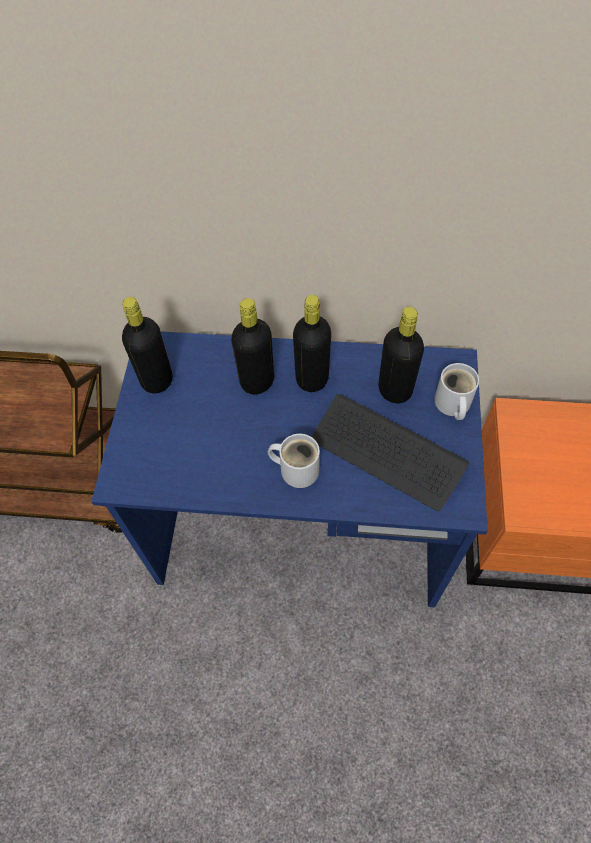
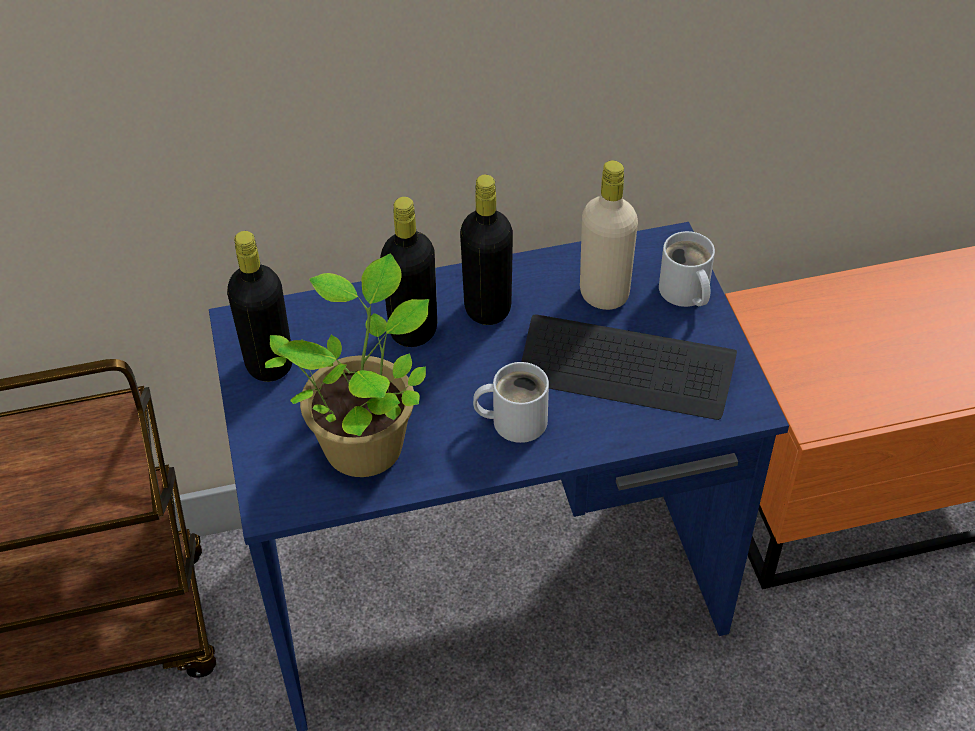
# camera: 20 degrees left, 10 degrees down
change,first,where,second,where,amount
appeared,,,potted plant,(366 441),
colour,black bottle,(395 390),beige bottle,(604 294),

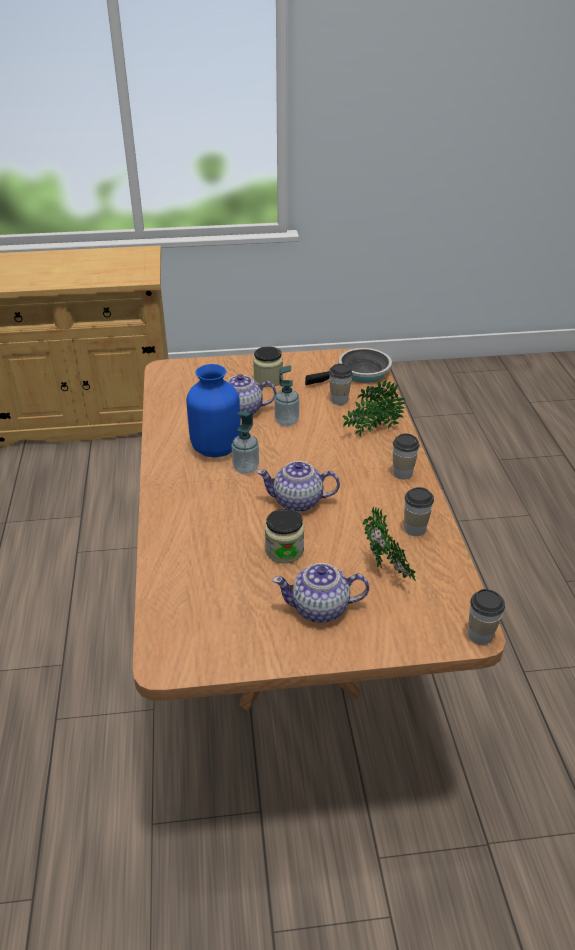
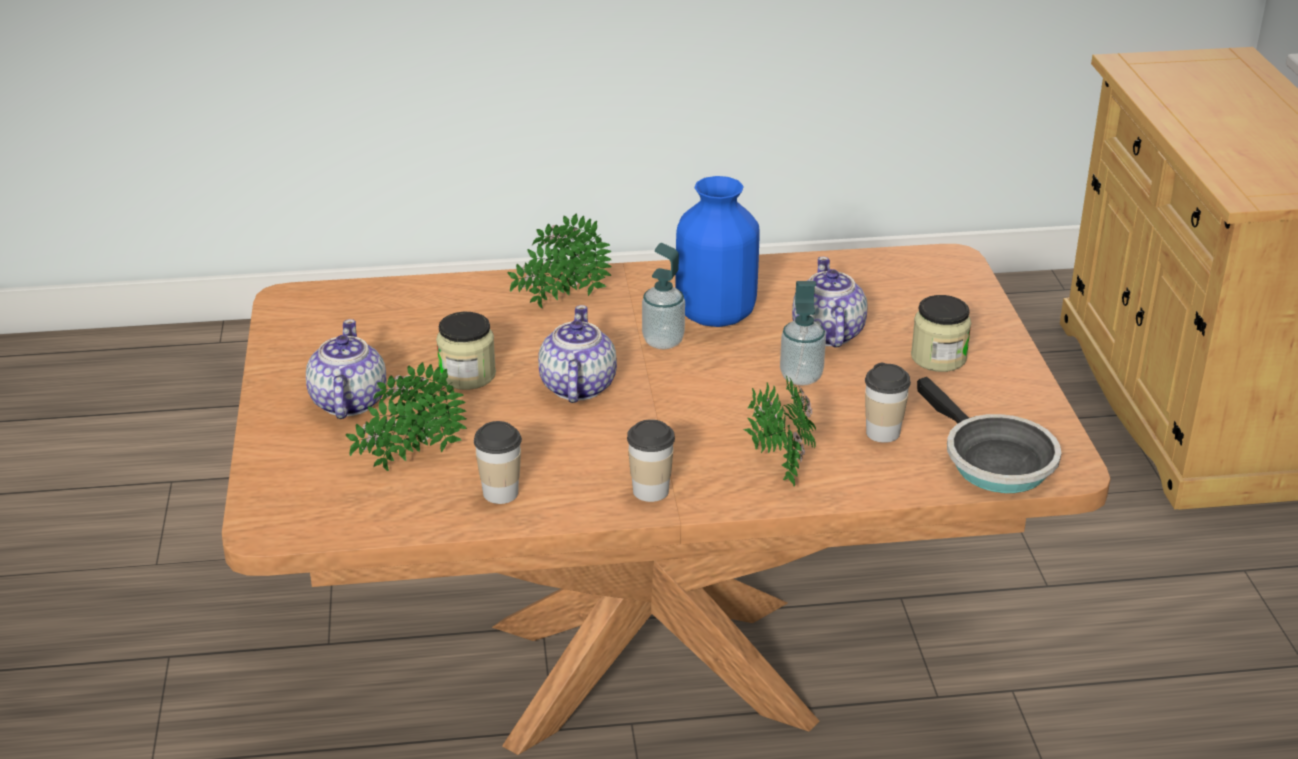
# camera: 90 degrees right, 5 degrees down
change,first,where,second,where,amount
appeared,,,potted plant,(559 300),
missing,cup,(480 635),,,

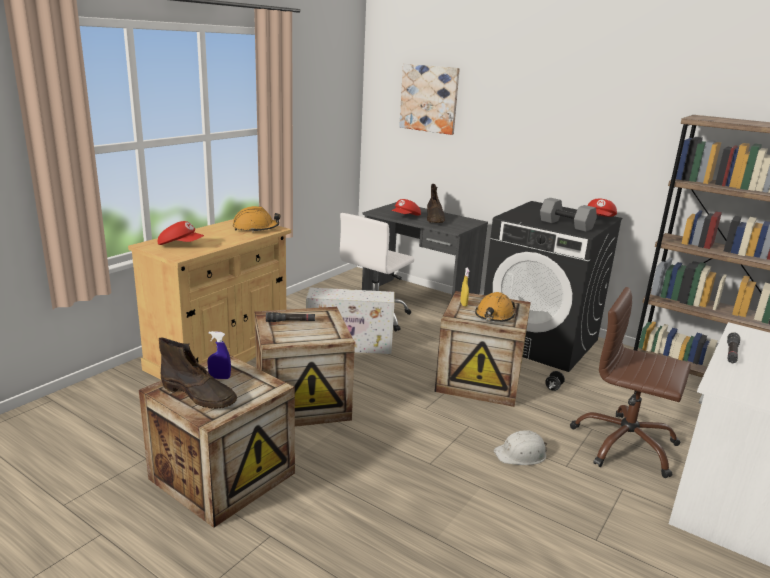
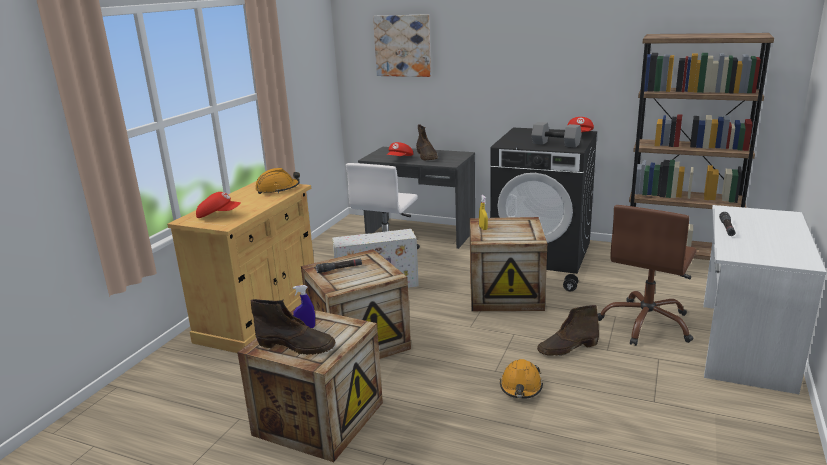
# camera: 10 degrees left, 0 degrees up
change,first,where,second,where,amount
relocated,orange hard hat,(494 316),,(521 387),
exchanged,white hard hat,(521 454),brown boot,(567 348),
spun,brown office chair,(624 445),,(646 324),75 degrees counterclockwise

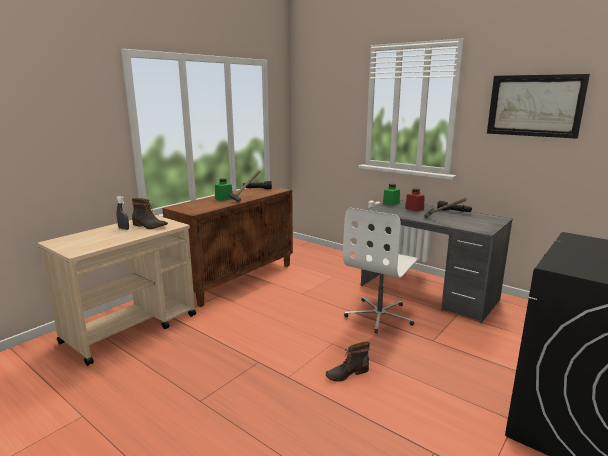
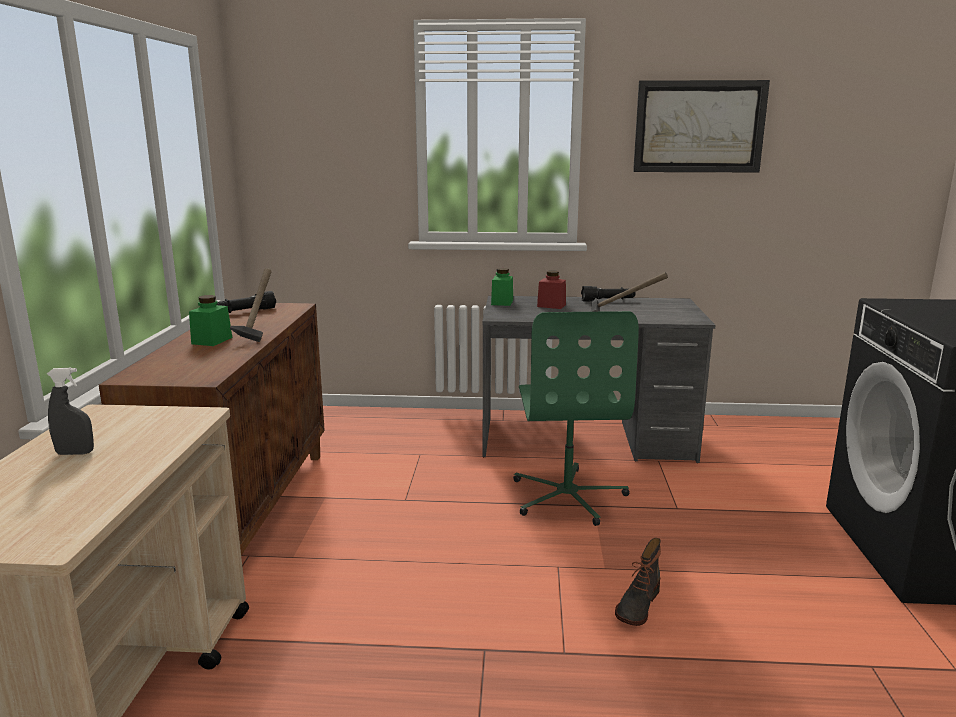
# camera: 35 degrees left, 0 degrees up
change,first,where,second,where,amount
colour,white office chair,(380 316),green office chair,(568 496),
missing,boot,(149 226),,,

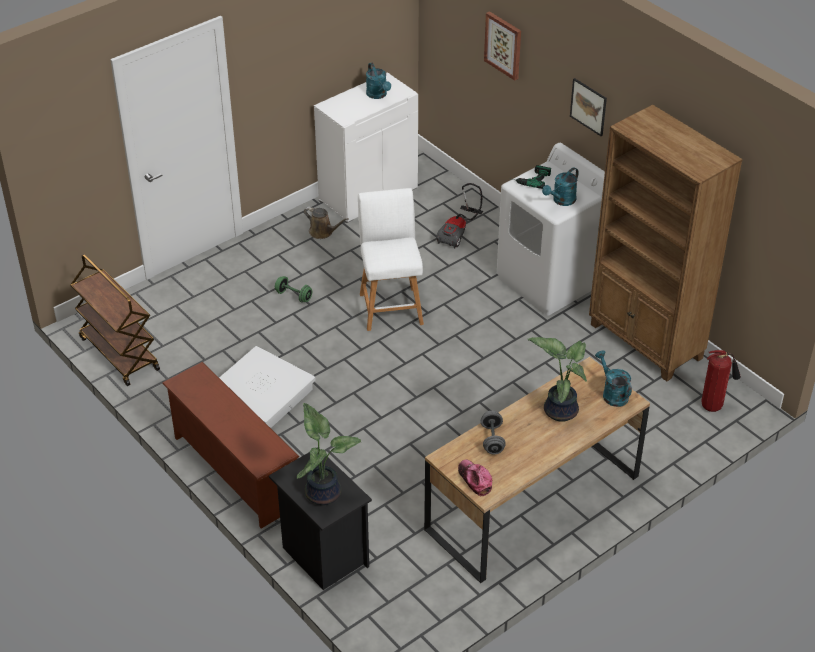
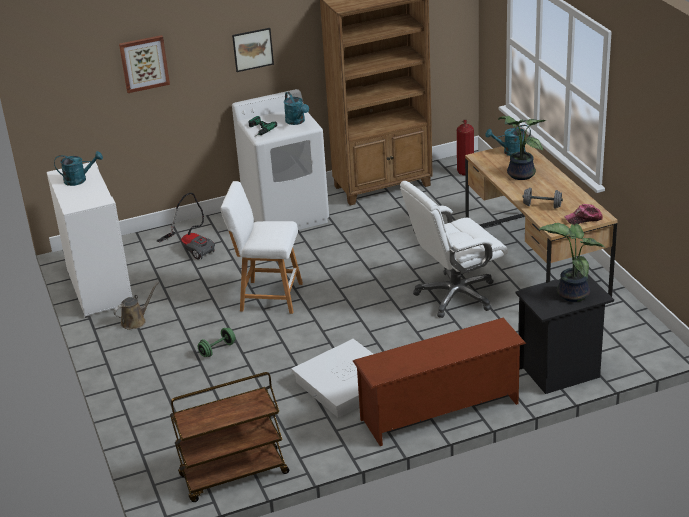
# camera: 70 degrees left, 10 degrees down
change,first,where,second,where,amount
appeared,,,white office chair,(455 295),

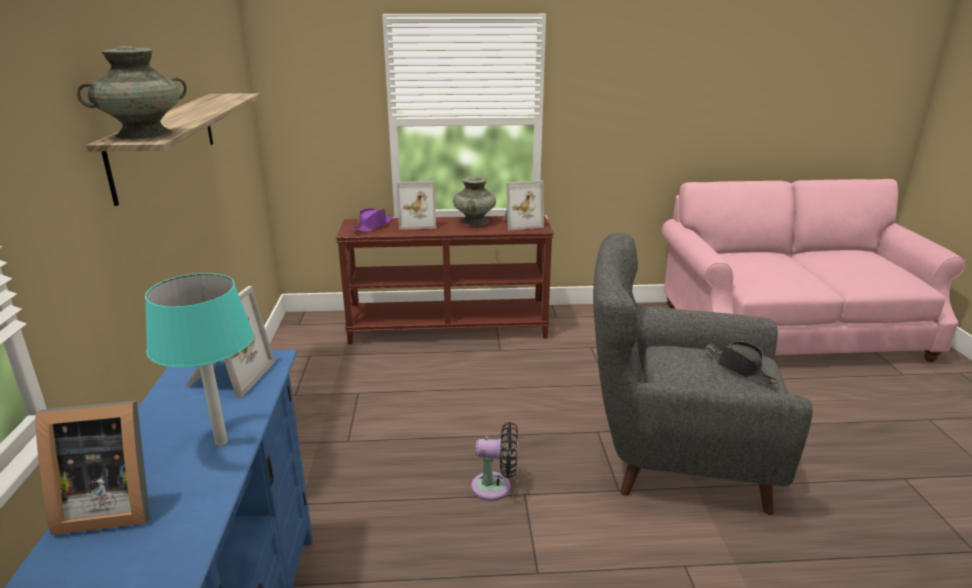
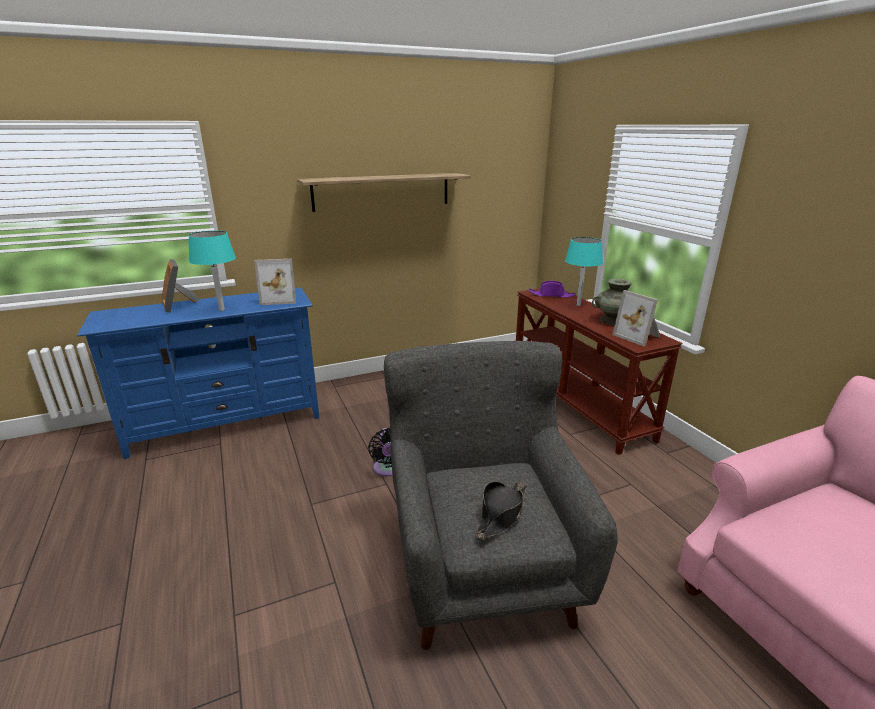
# camera: 70 degrees right, 0 degrees up
change,first,where,second,where,amount
exchanged,picture frame,(417 223),turquoise table lamp,(578 305),
missing,turquoise vase,(143 134),,,

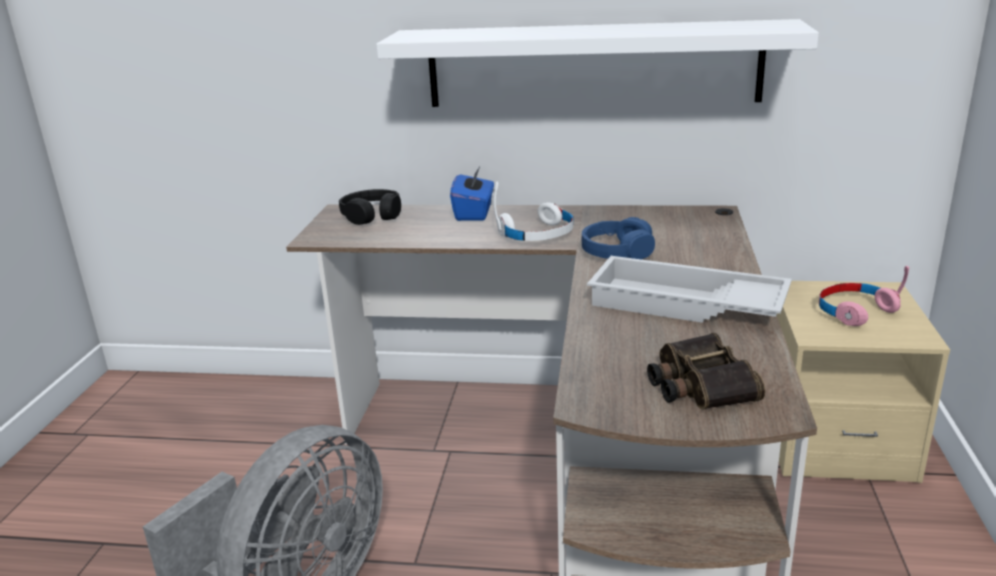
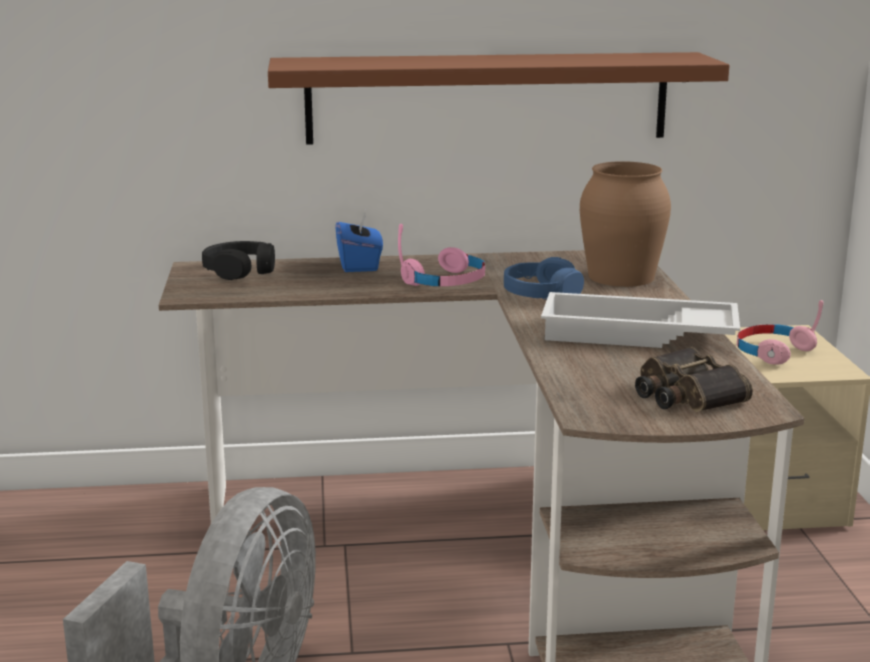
# camera: 15 degrees left, 5 degrees down
change,first,where,second,where,amount
colour,white shelf,(592 65),brown shelf,(487 98),
colour,white headphones,(537 235),pink headphones,(446 282),
appeared,,,brown vase,(620 276),

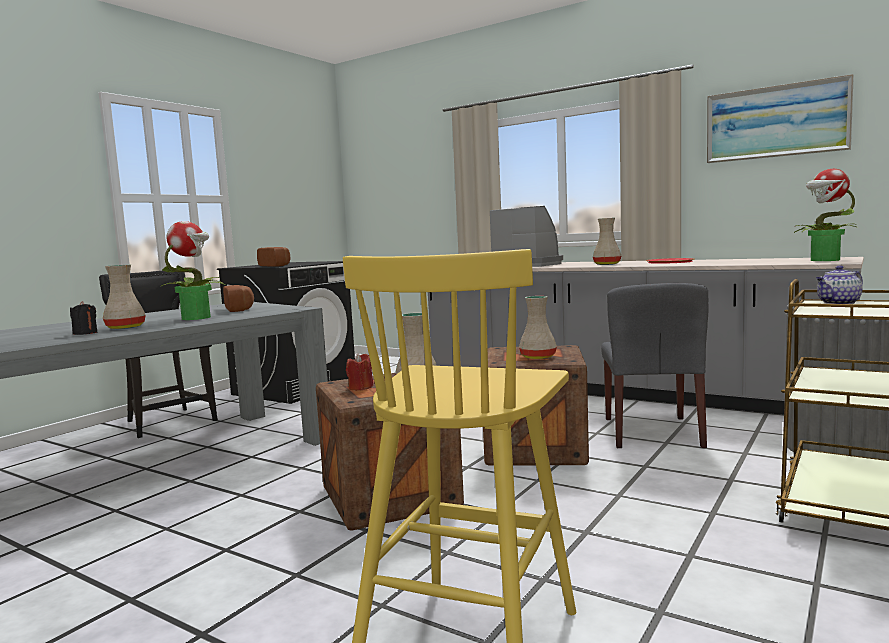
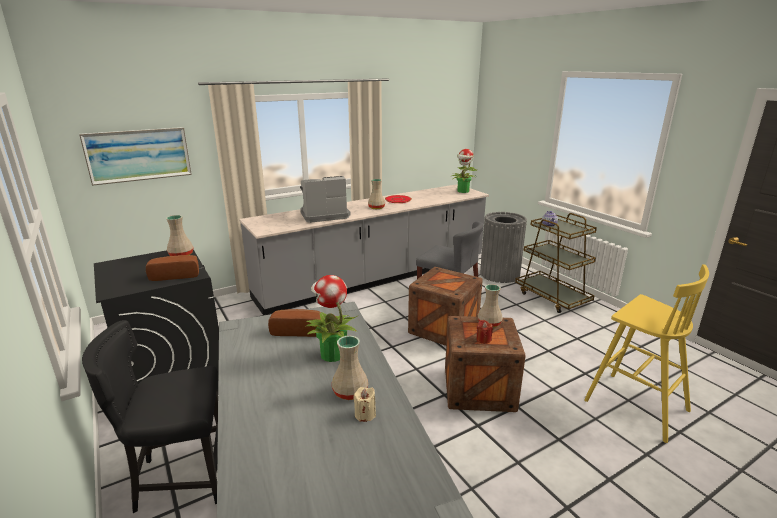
# camera: 65 degrees left, 15 degrees up
change,first,where,second,where,amount
relocated,picture,(776 121),,(138 155),
relocated,beige vase,(538 357),,(181 255),
colour,black candle,(85 333),beige candle,(365 414),

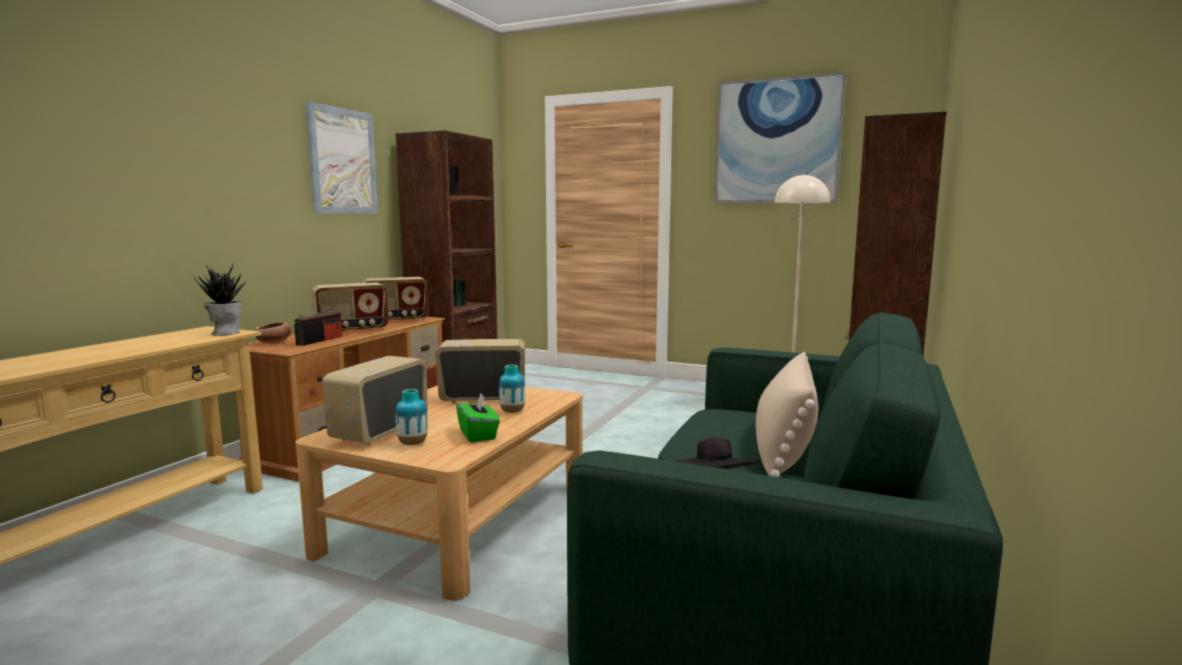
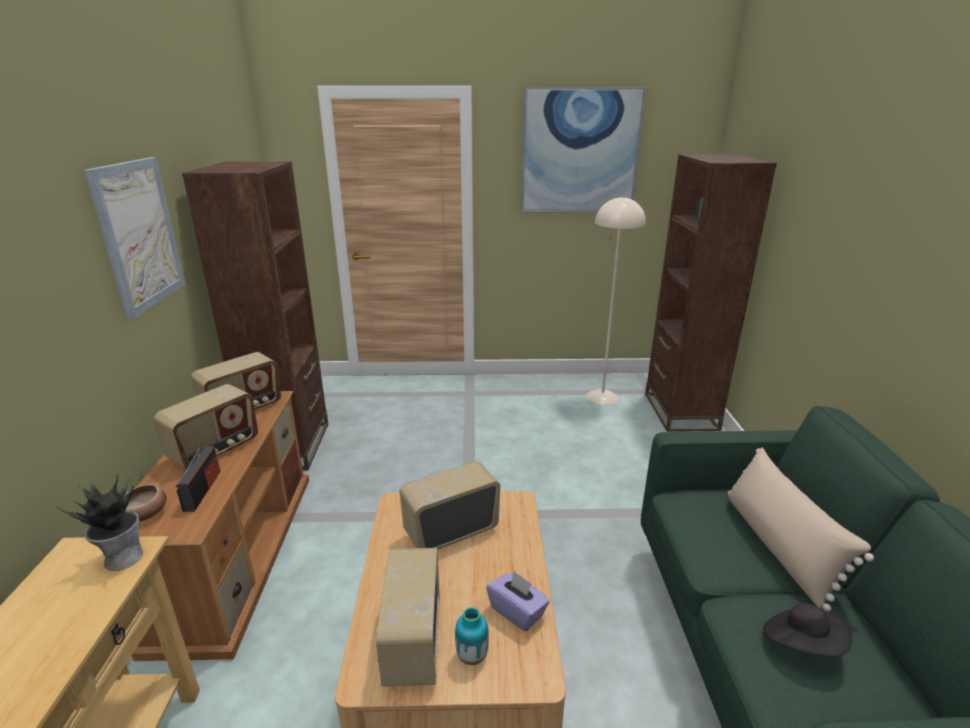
# camera: 25 degrees left, 15 degrees up
change,first,where,second,where,amount
colour,green tissue box,(478 435),purple tissue box,(517 611),
missing,vase,(512 412),,,

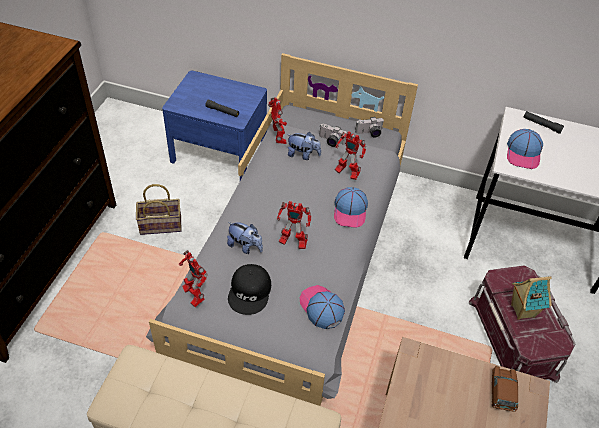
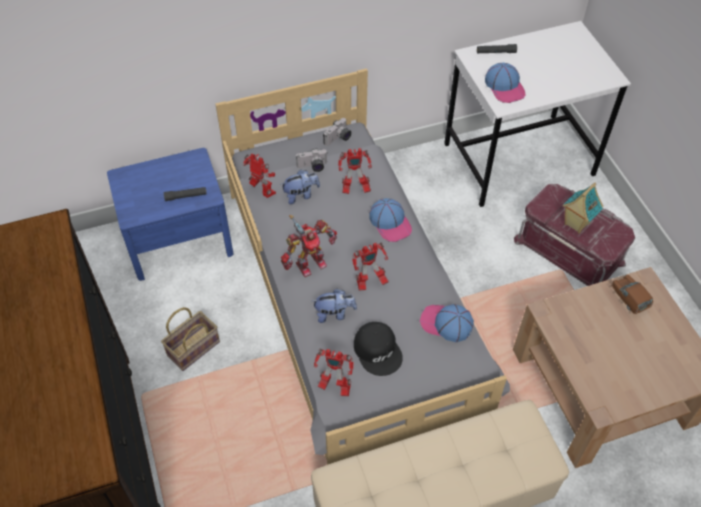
# camera: 35 degrees left, 5 degrees up
change,first,where,second,where,amount
appeared,,,toy robot,(309 263),

